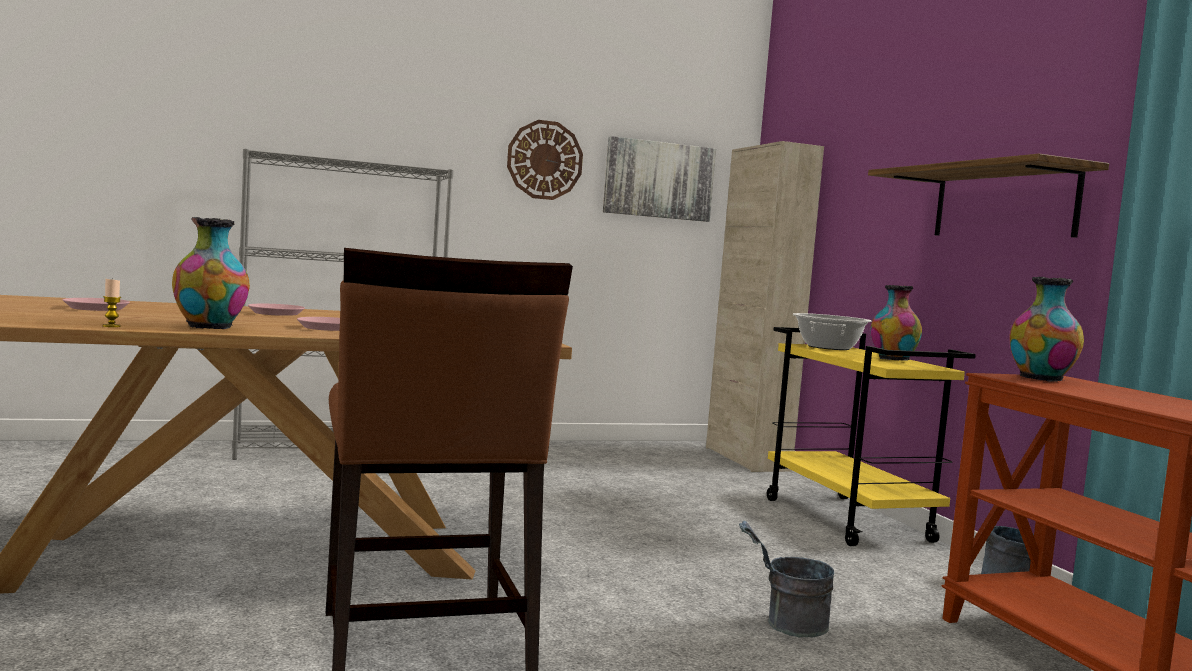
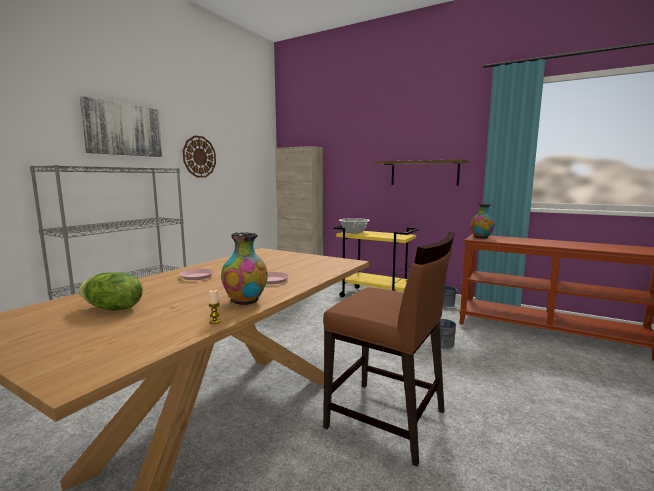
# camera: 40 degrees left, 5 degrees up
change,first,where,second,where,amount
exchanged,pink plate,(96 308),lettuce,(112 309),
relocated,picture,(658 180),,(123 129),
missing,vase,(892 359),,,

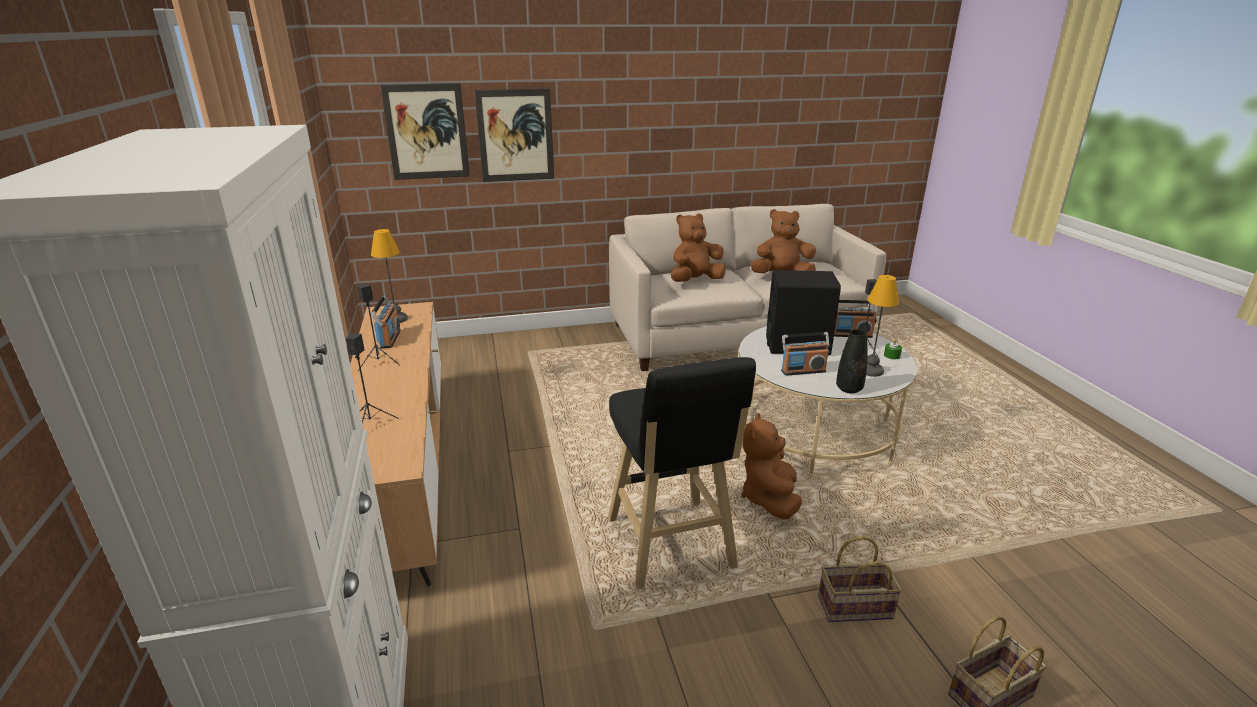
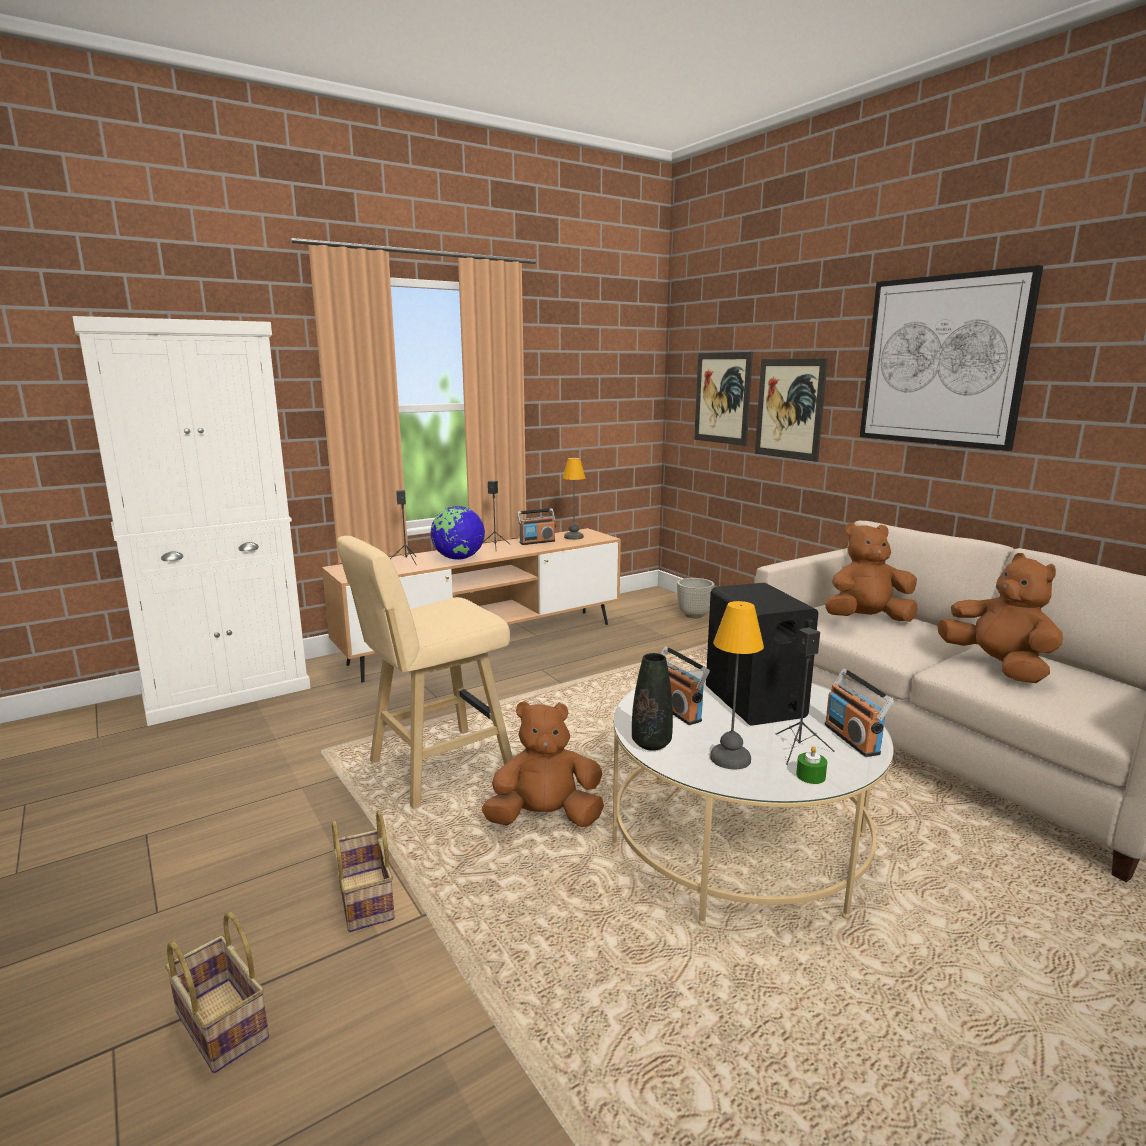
# camera: 70 degrees right, 10 degrees down
change,first,where,second,where,amount
colour,black stool,(671 547),beige stool,(434 768),
appeared,,,globe,(458 558),
appeared,,,grey planter,(694 615),
spun,brown plush toy,(695 281),,(866 619),45 degrees counterclockwise
appeared,,,picture,(942 361),

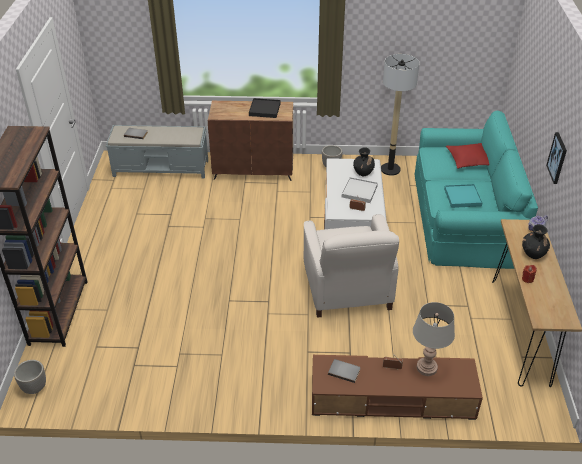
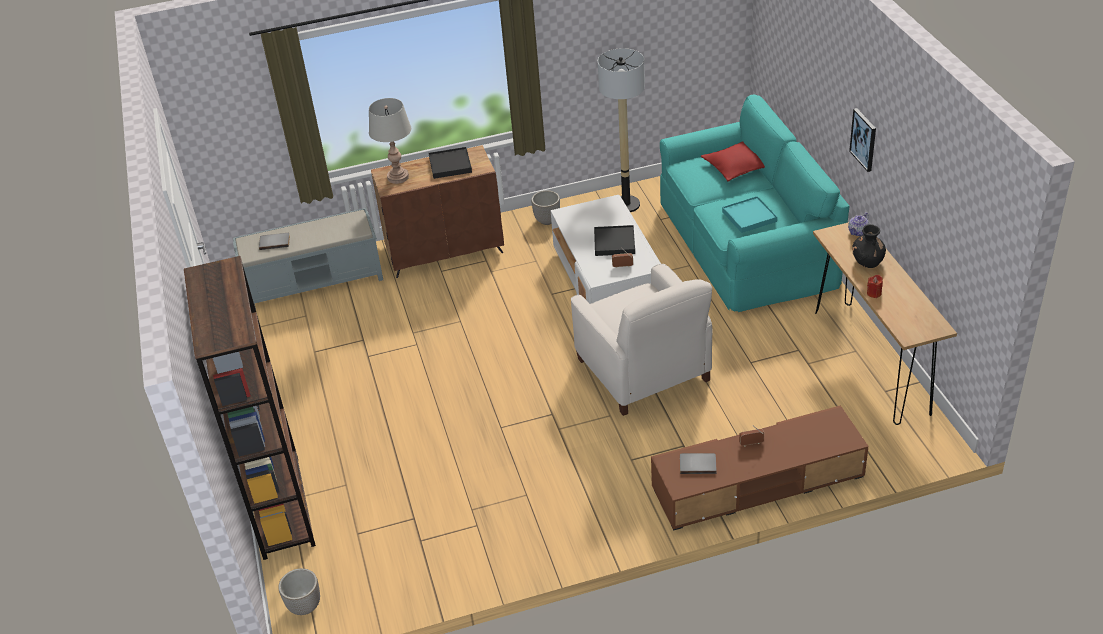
# camera: 15 degrees left, 0 degrees up
change,first,where,second,where,amount
relocated,grey table lamp,(427 368),,(398 177),
colour,white tray,(359 191),black tray,(614 242),
missing,black vase,(363 172),,,

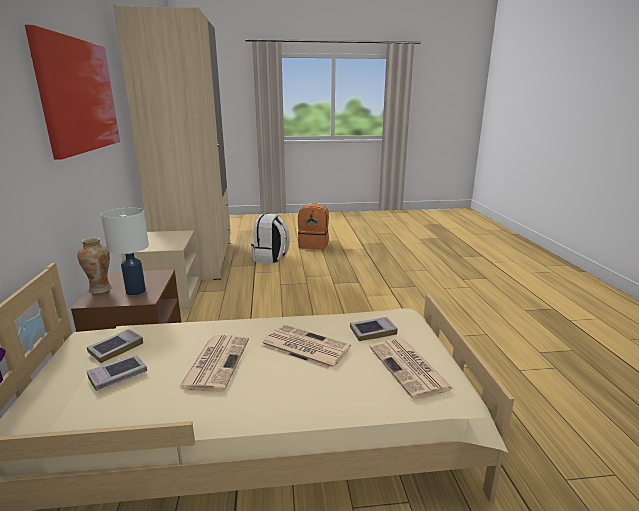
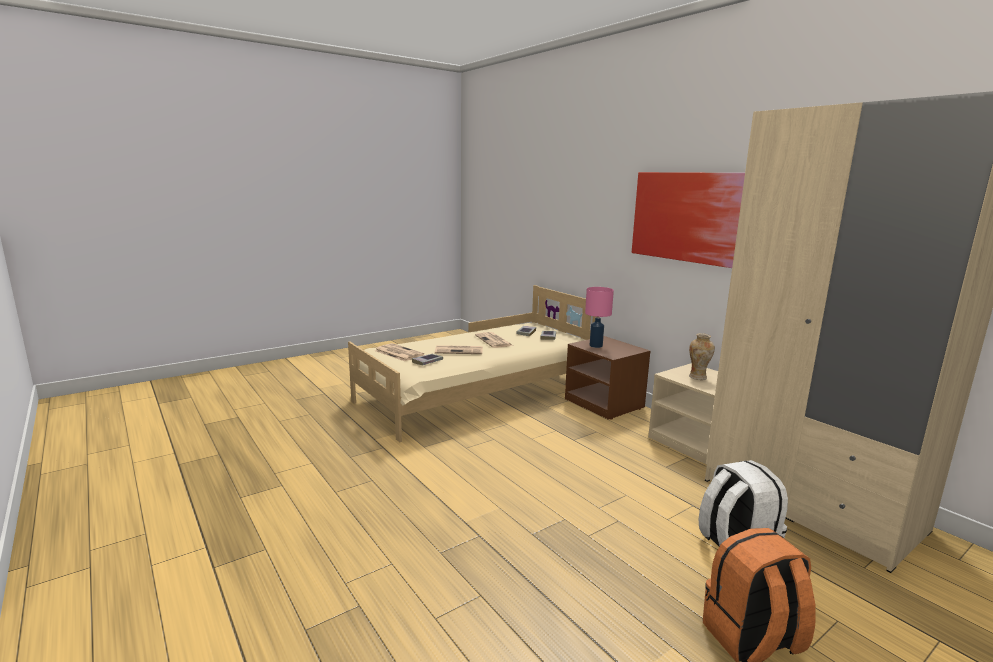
# camera: 150 degrees right, 5 degrees down
change,first,where,second,where,amount
colour,white table lamp,(135 291),pink table lamp,(596 346),
relocated,vase,(100 289),,(698 377),

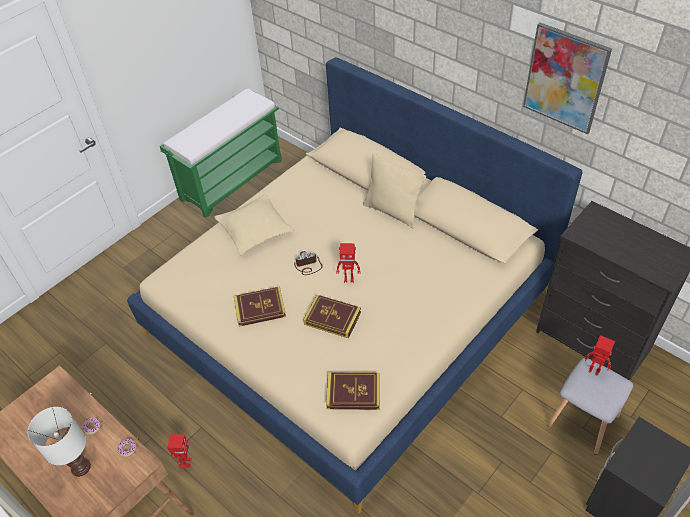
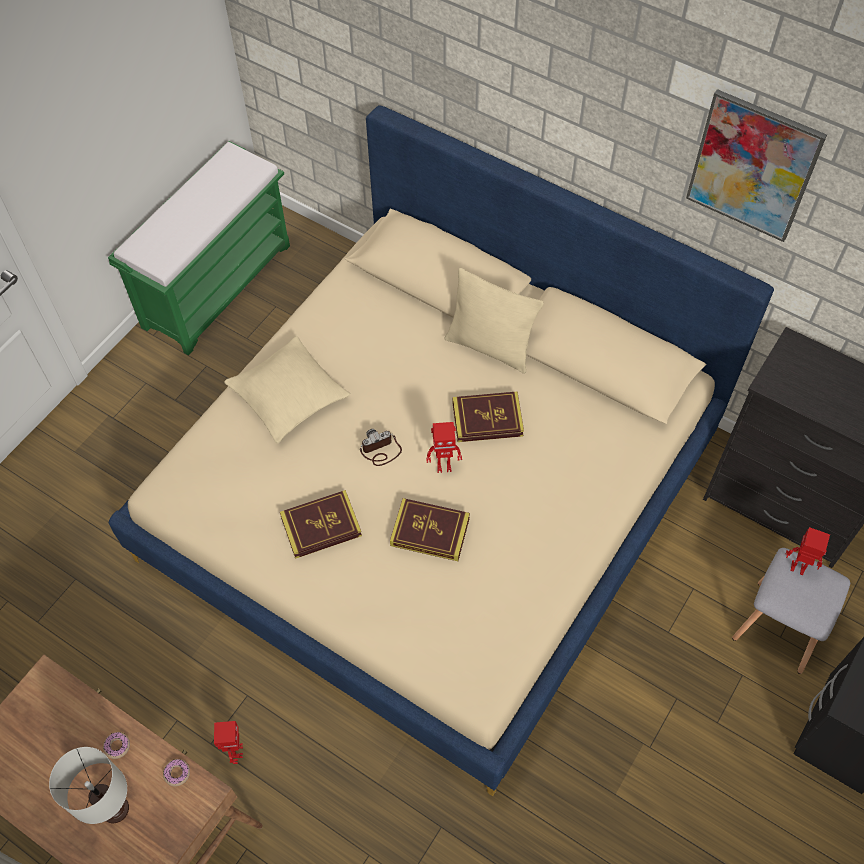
# camera: 10 degrees left, 10 degrees up
change,first,where,second,where,amount
relocated,book,(353 393),,(487 419),

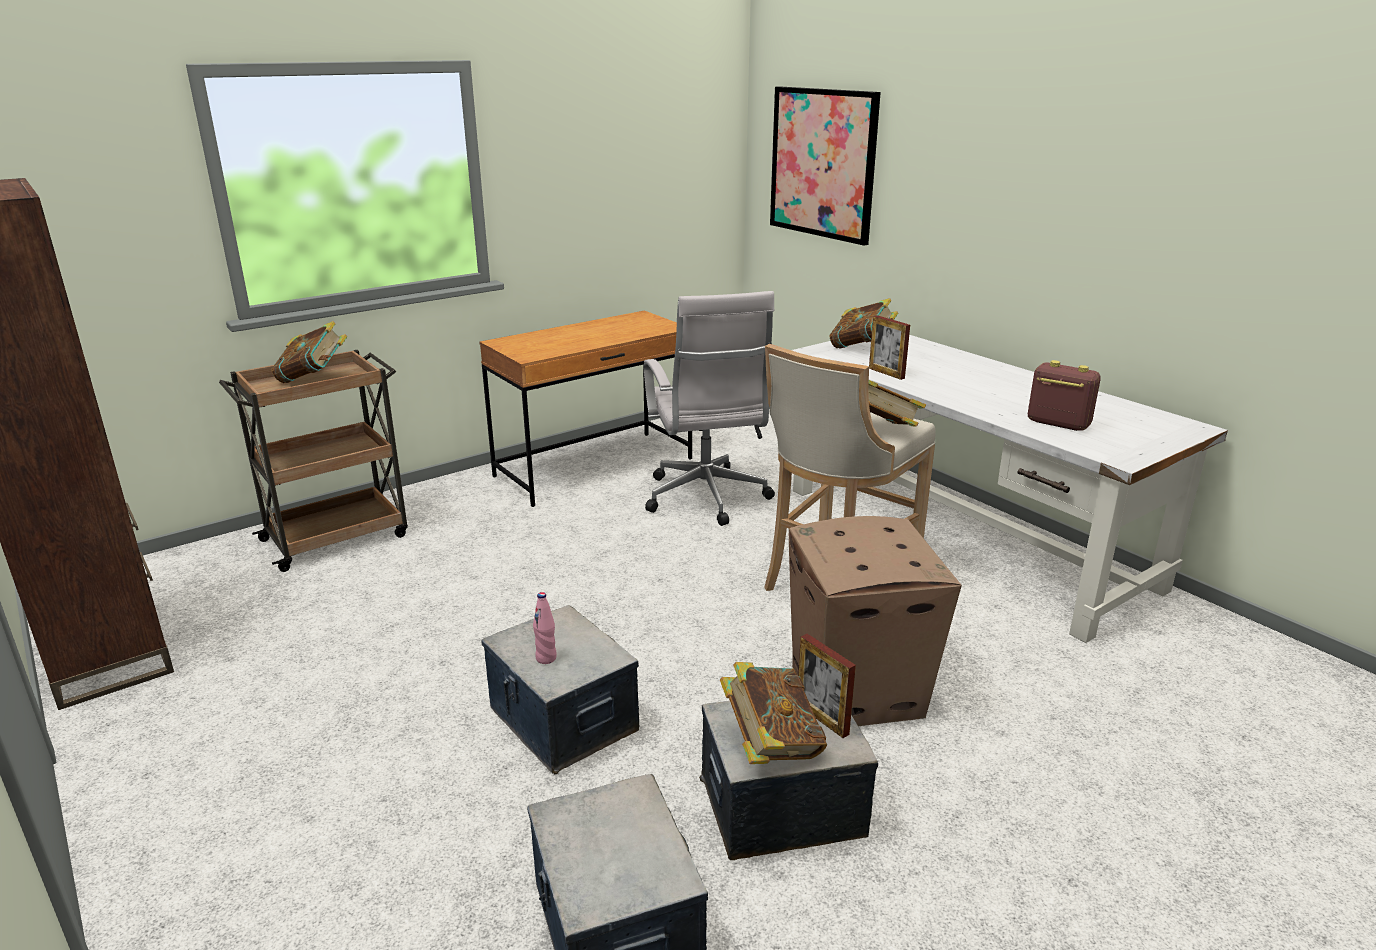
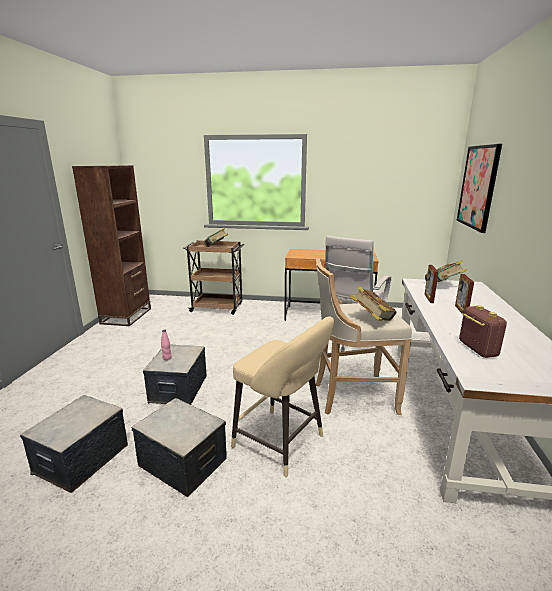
# camera: 45 degrees right, 5 degrees down
change,first,where,second,where,amount
exchanged,cardboard box,(857 692),beige stool,(282 443),
relocated,picture frame,(822 719),,(461 310),
missing,book,(771 744),,,

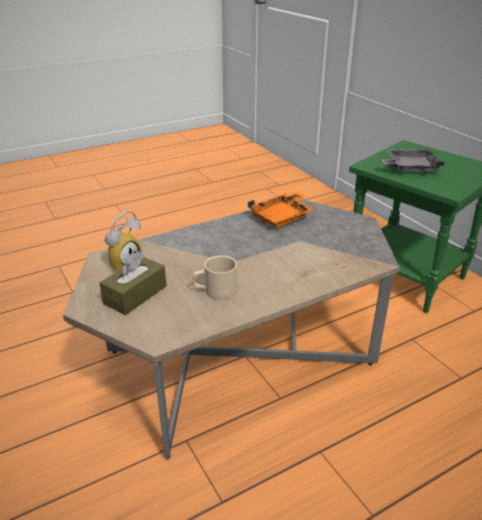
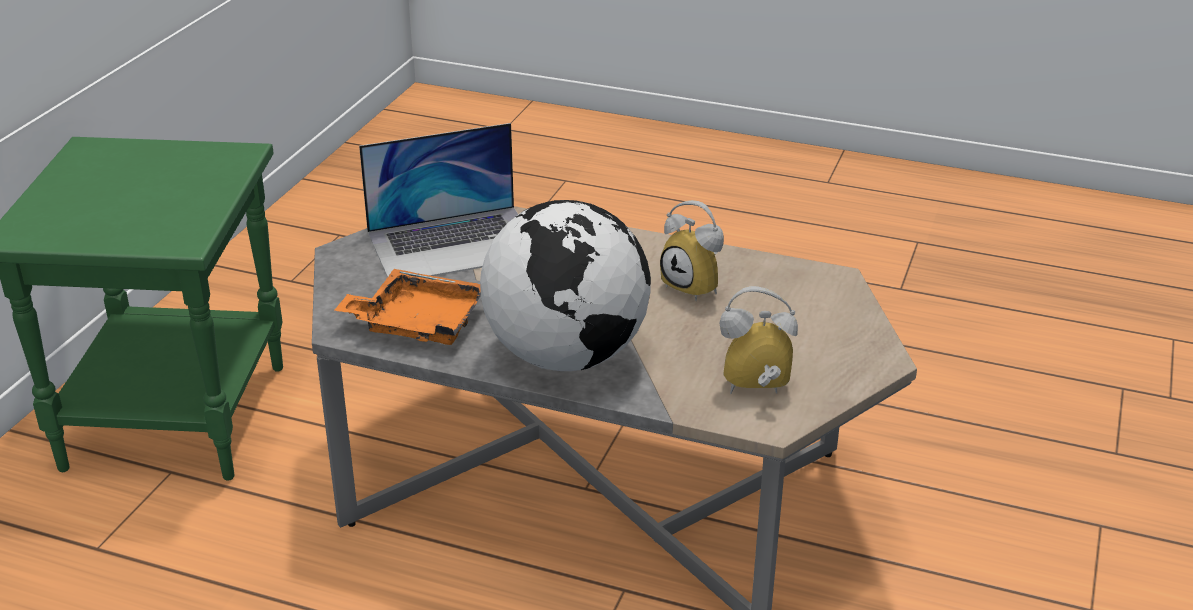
# camera: 130 degrees left, 0 degrees up
change,first,where,second,where,amount
appeared,,,laptop,(455 244),
appeared,,,globe,(566 356),
exchanged,beige mug,(215 291),alarm clock,(697 286),
missing,brown tissue box,(135 295),,,
missing,grey tray,(409 168),,,

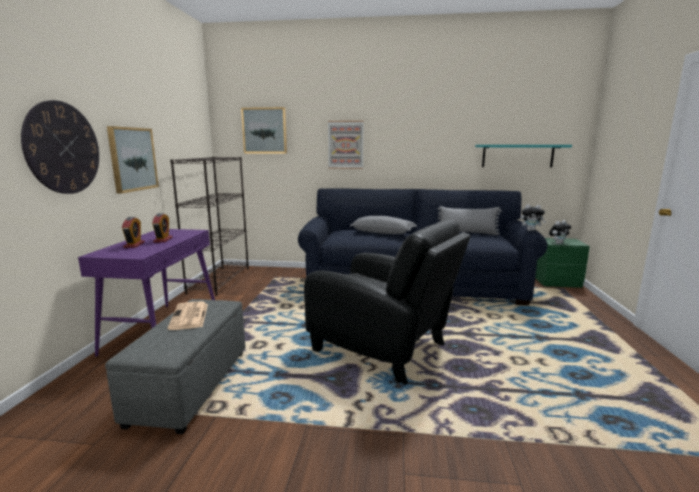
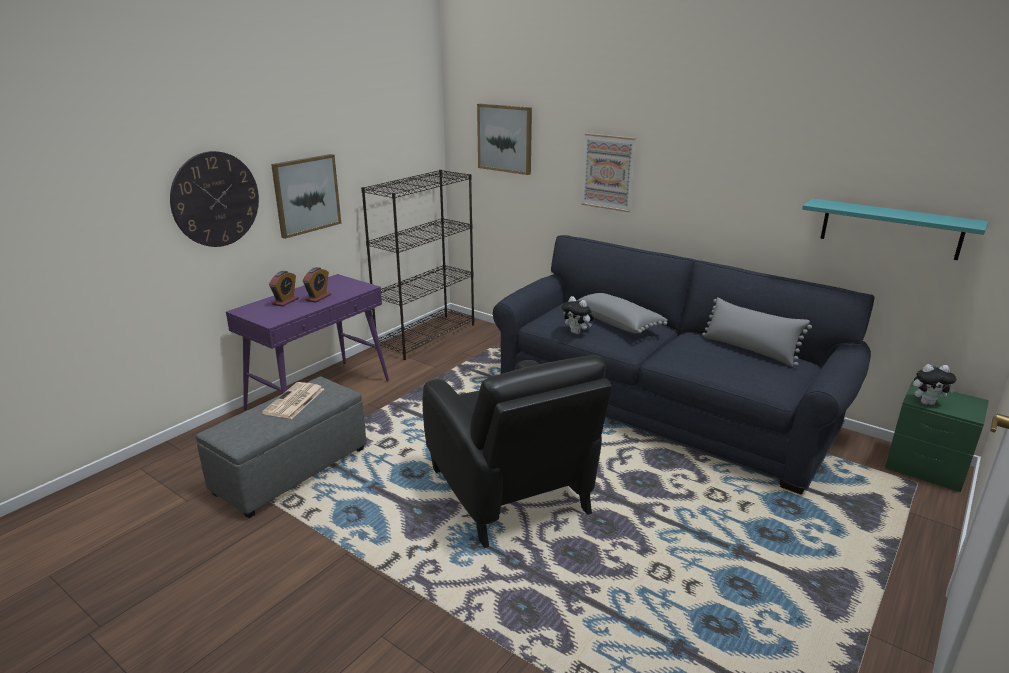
# camera: 30 degrees right, 10 degrees up
change,first,where,second,where,amount
relocated,plush toy,(531 230),,(577 332),

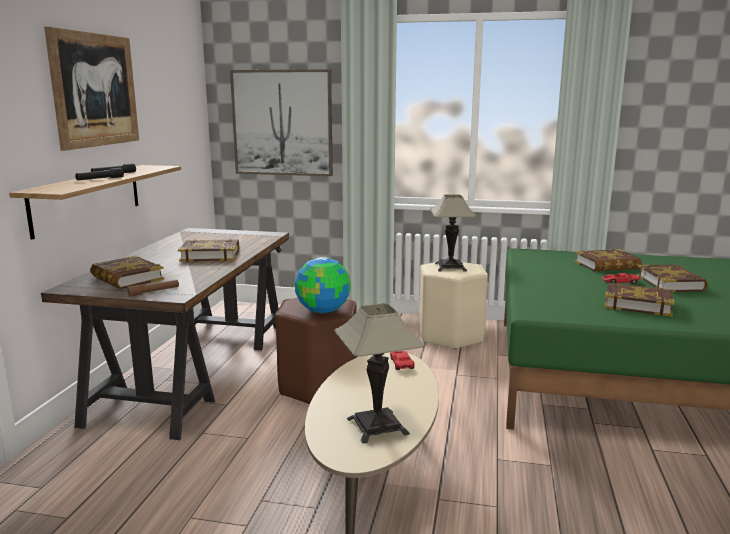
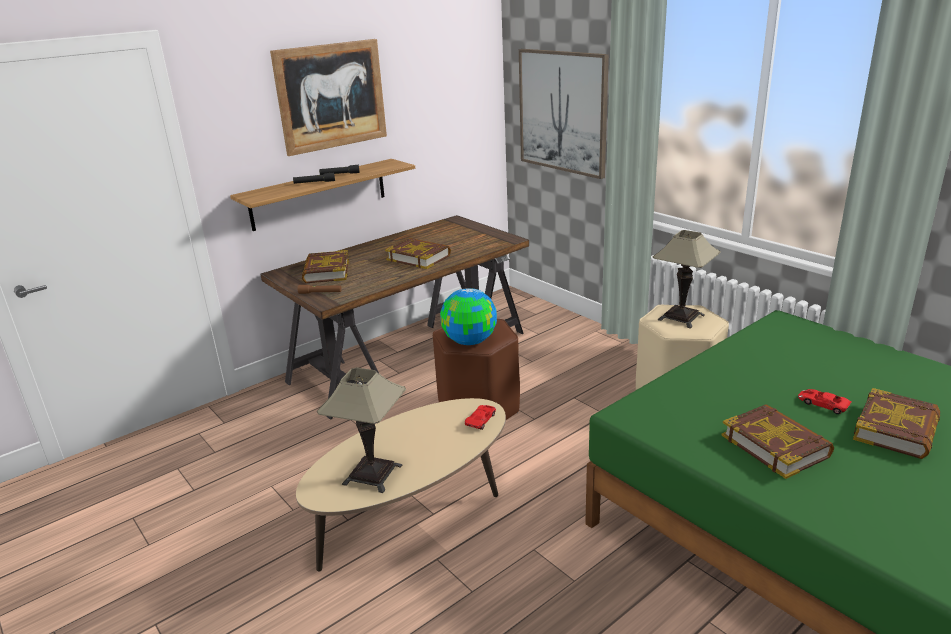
# camera: 40 degrees right, 10 degrees up
change,first,where,second,where,amount
missing,book,(607 265),,,

